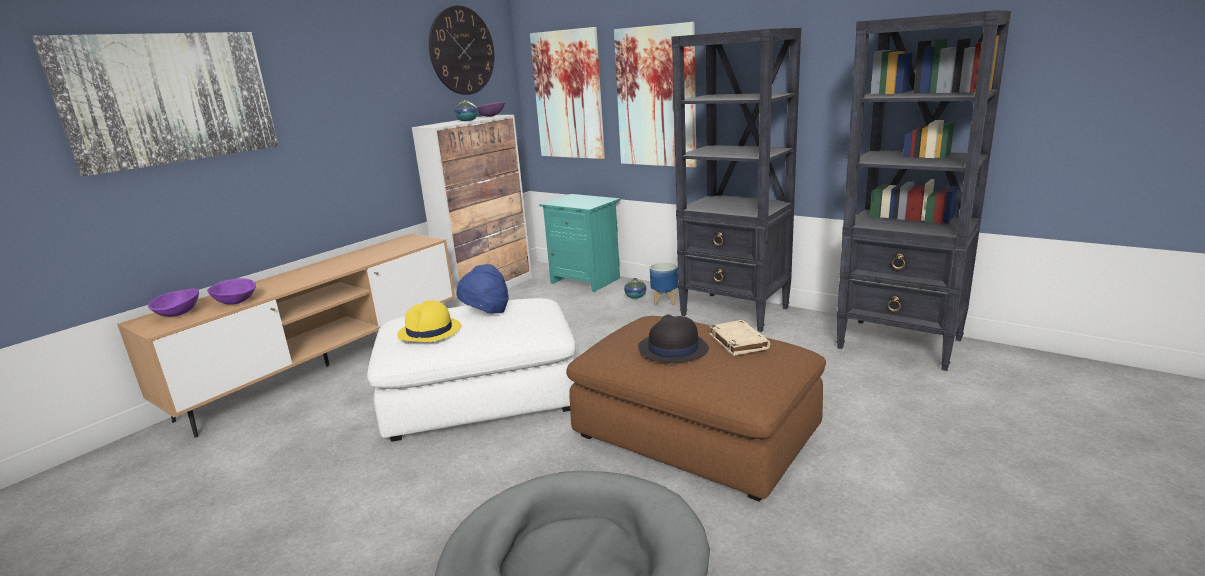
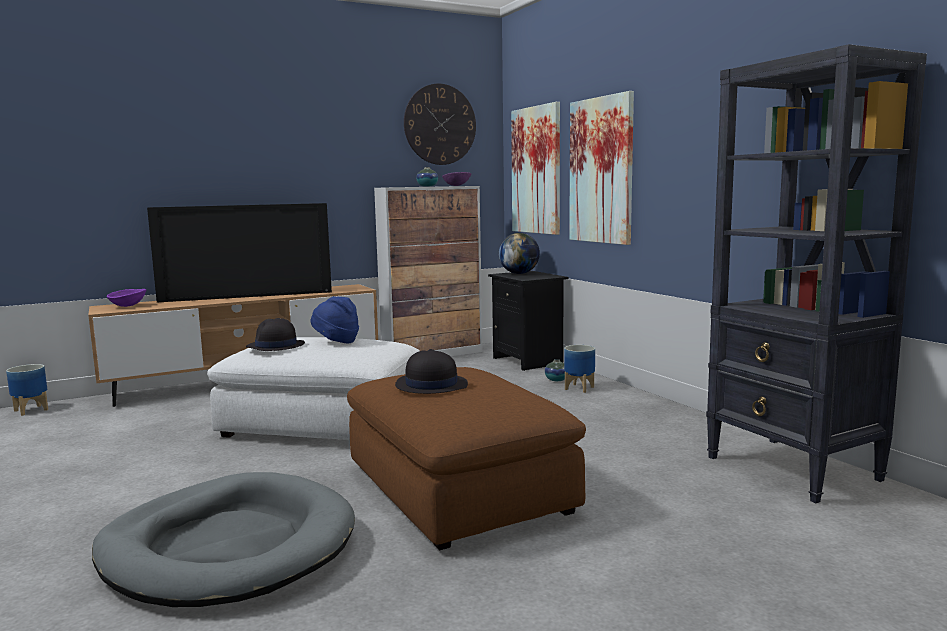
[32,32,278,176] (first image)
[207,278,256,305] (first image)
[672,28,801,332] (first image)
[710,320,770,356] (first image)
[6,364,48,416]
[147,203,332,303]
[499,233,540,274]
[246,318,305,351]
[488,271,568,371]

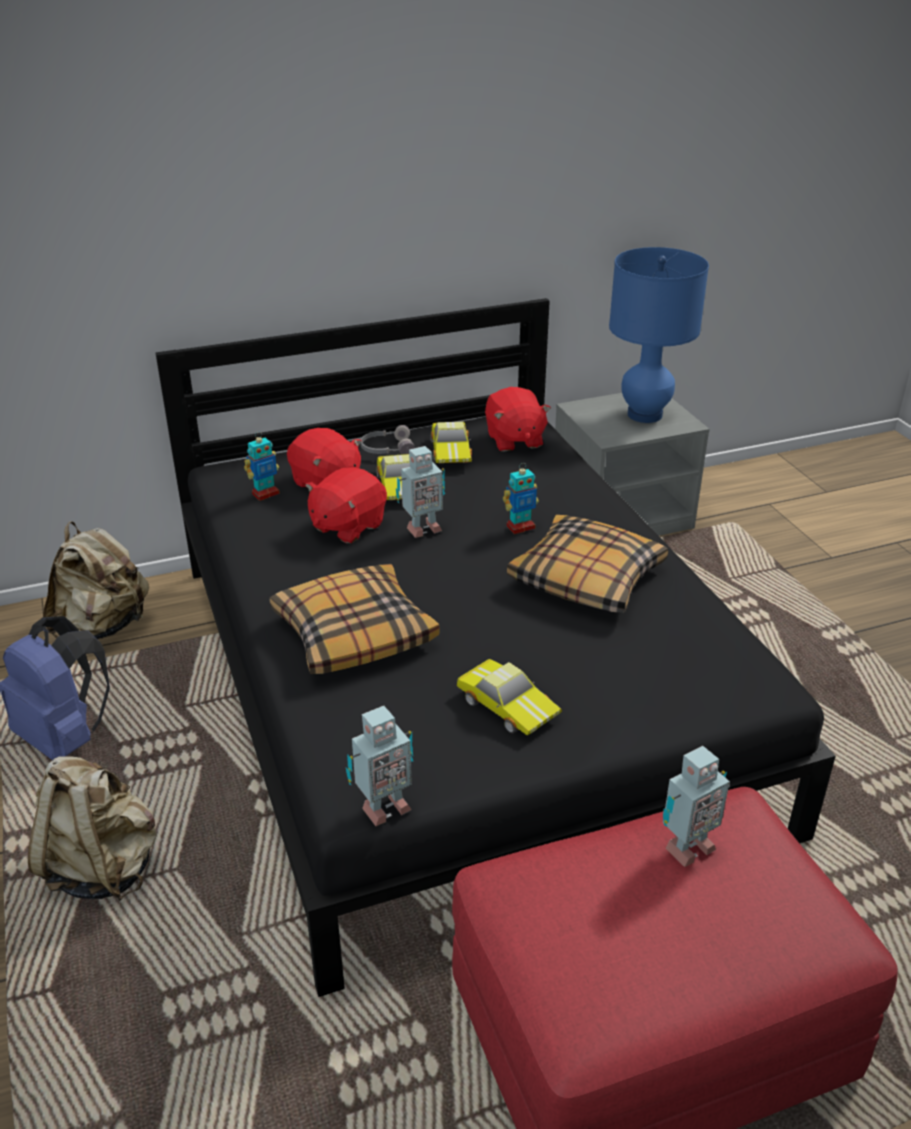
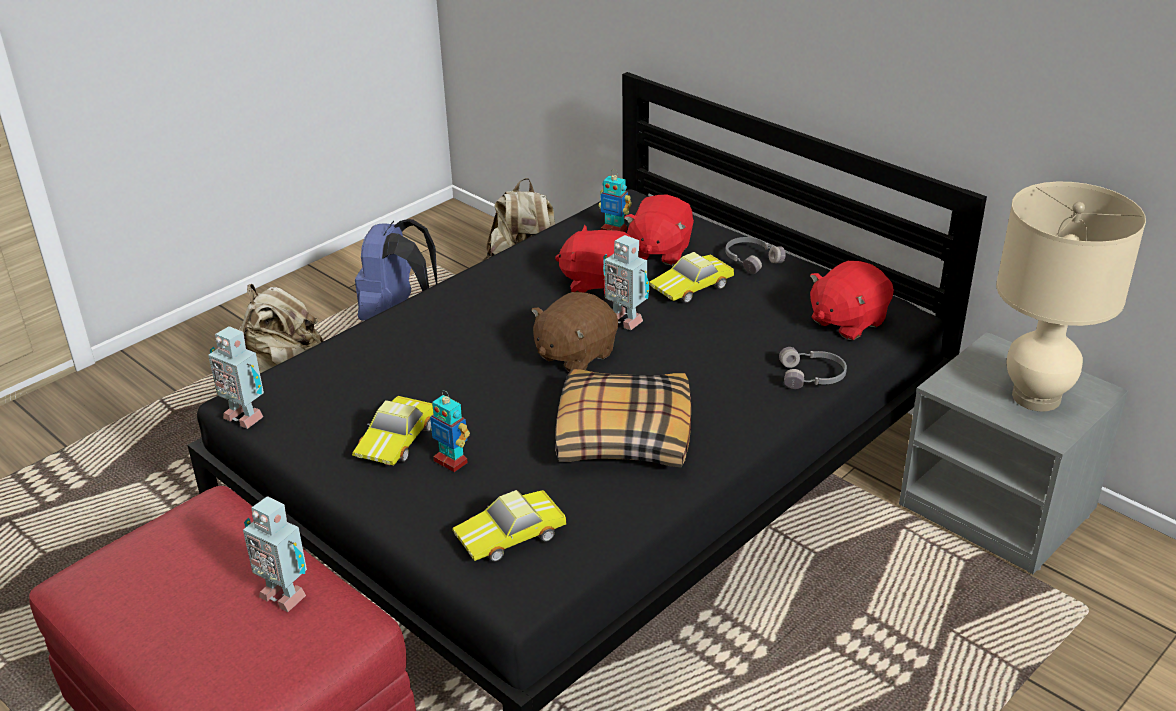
[270,564,440,674] (first image)
[531,292,618,372]
[779,347,847,389]
[452,490,566,562]
[430,390,470,472]
[996,182,1146,412]

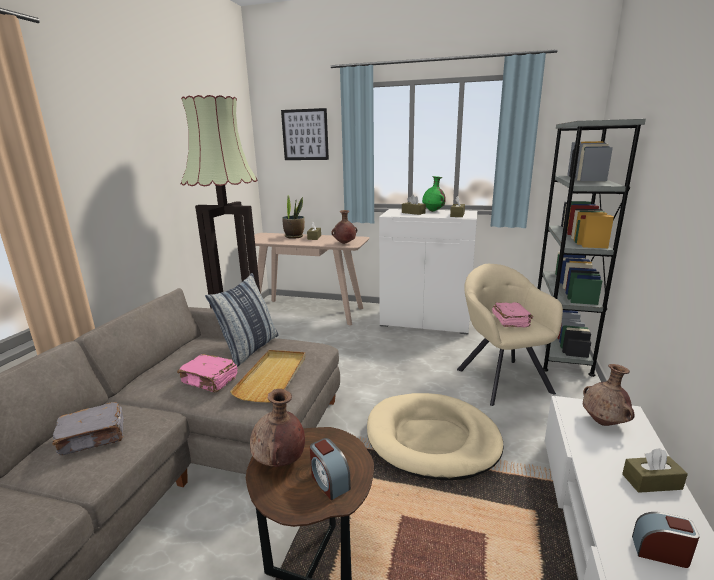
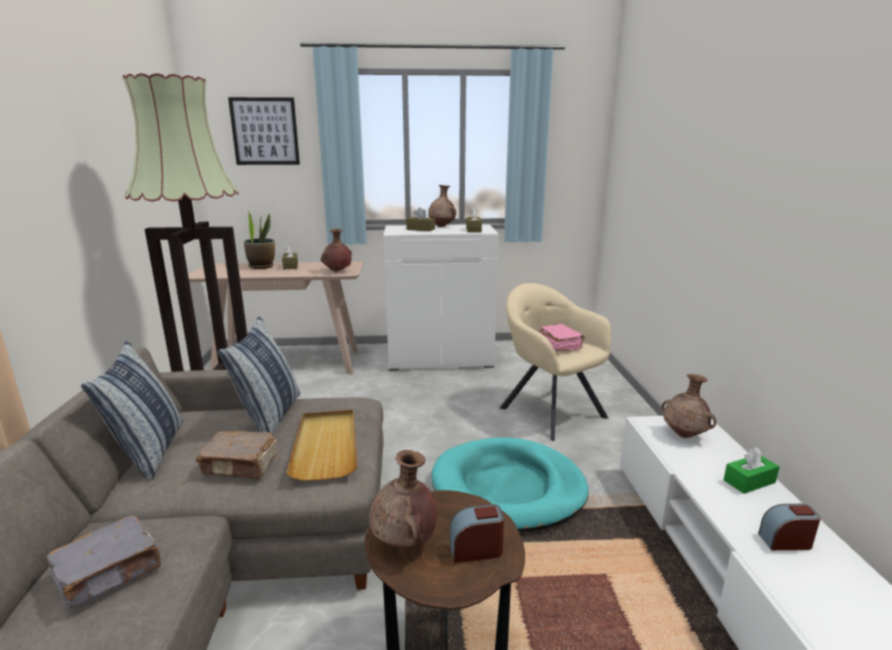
[538,119,646,377] (first image)
[81,341,183,481]
[196,431,277,479]
[432,437,589,532]
[428,185,456,227]
[724,447,780,494]
[450,504,504,563]

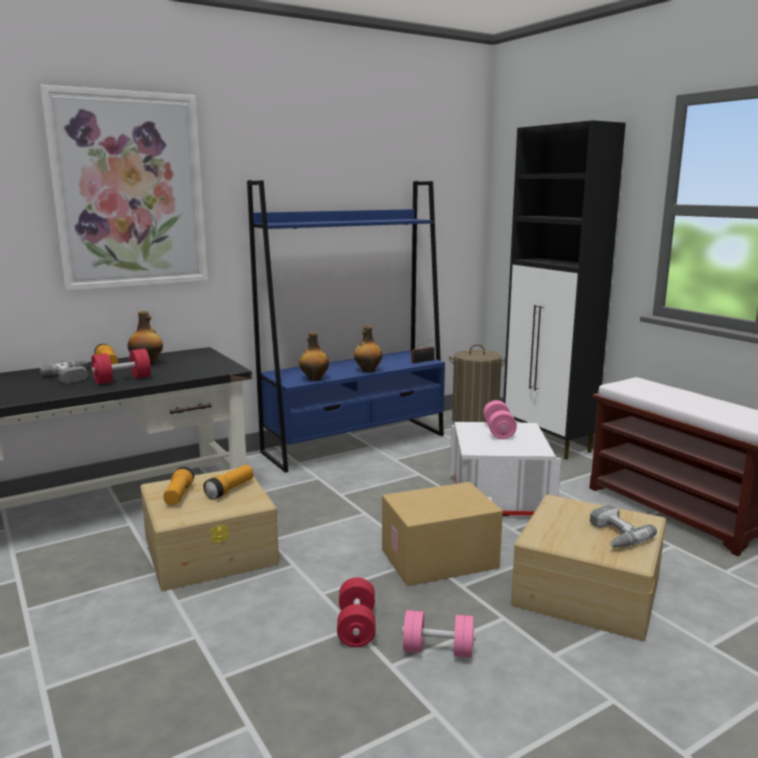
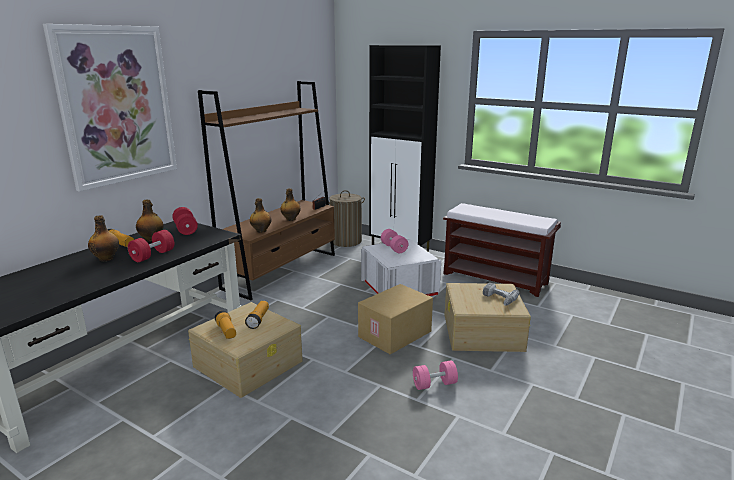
[172,207,198,235]
[88,215,119,262]
[198,81,335,300]

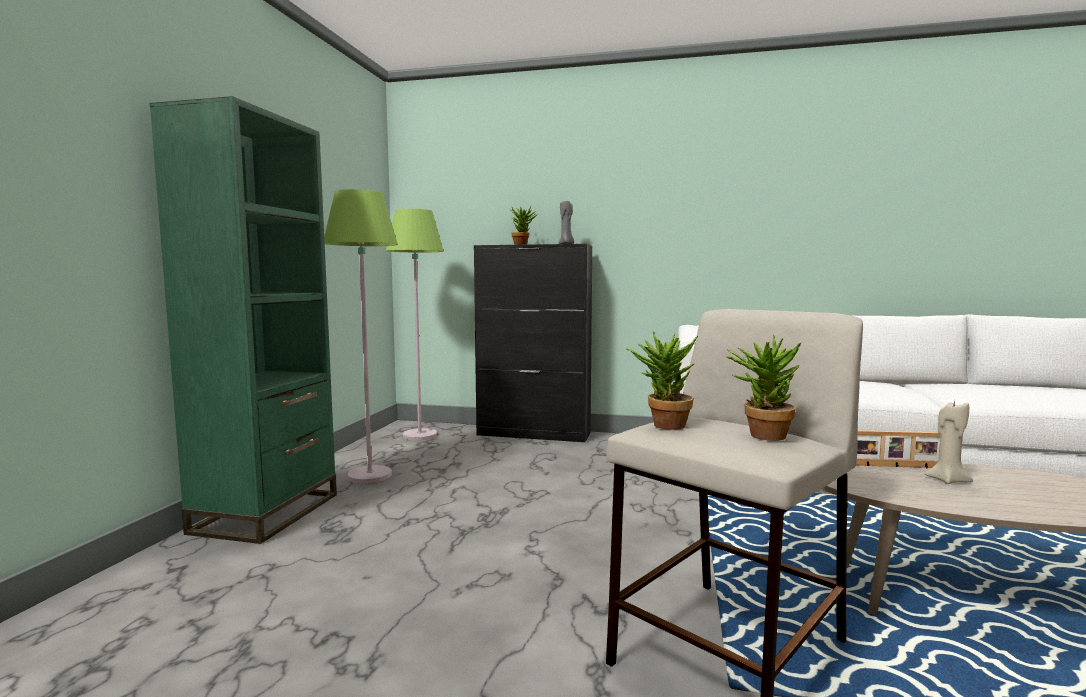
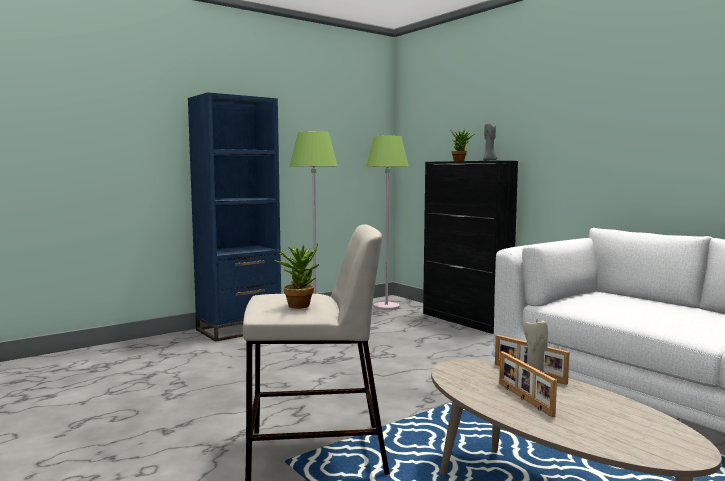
[627,331,699,430] (first image)
[499,351,557,417]
[188,92,281,342]

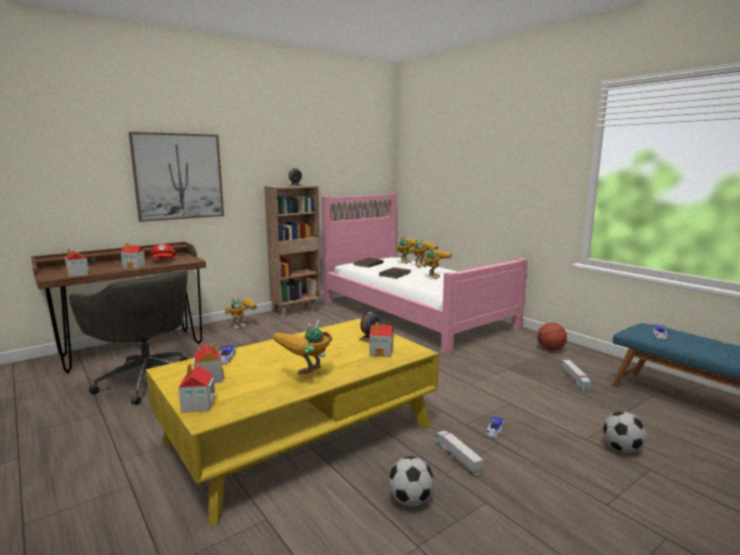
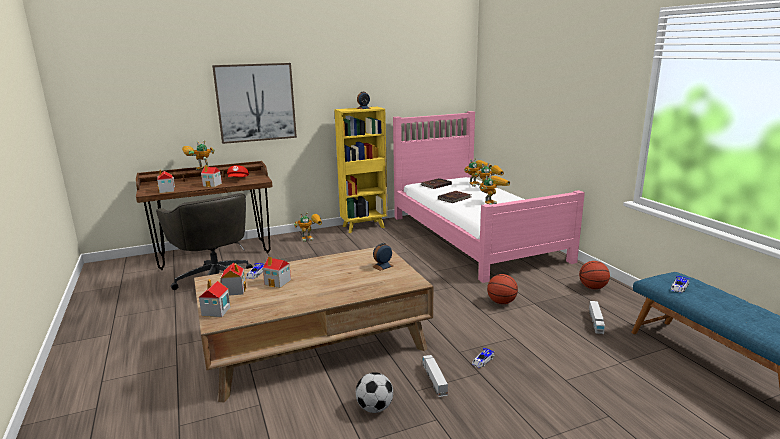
[603,412,647,453] (first image)
[487,274,518,304]
[182,140,215,170]
[263,256,291,288]
[194,247,433,403]
[334,107,388,233]

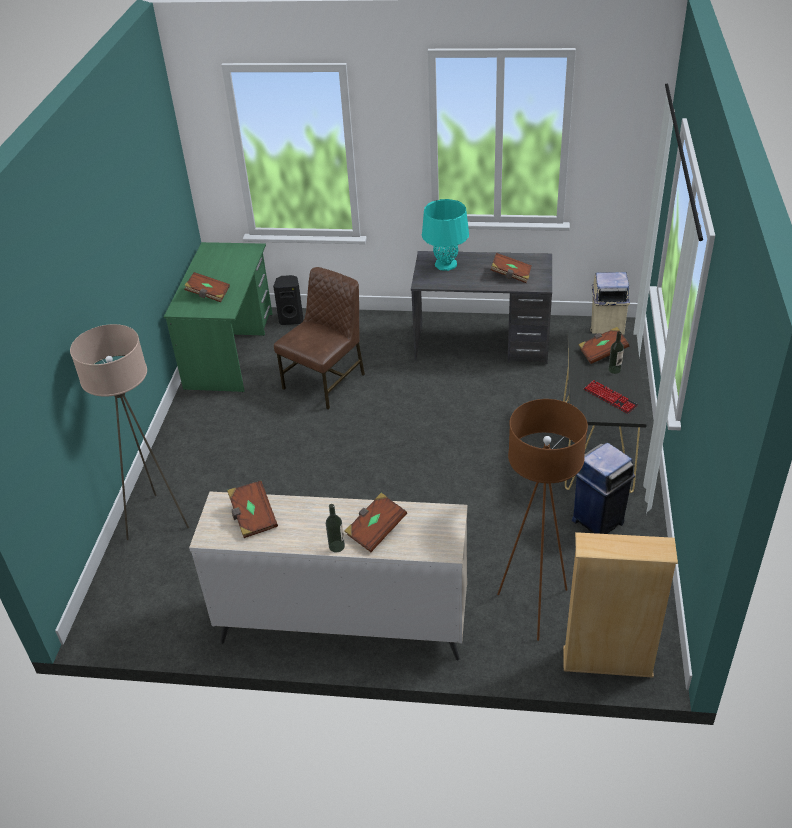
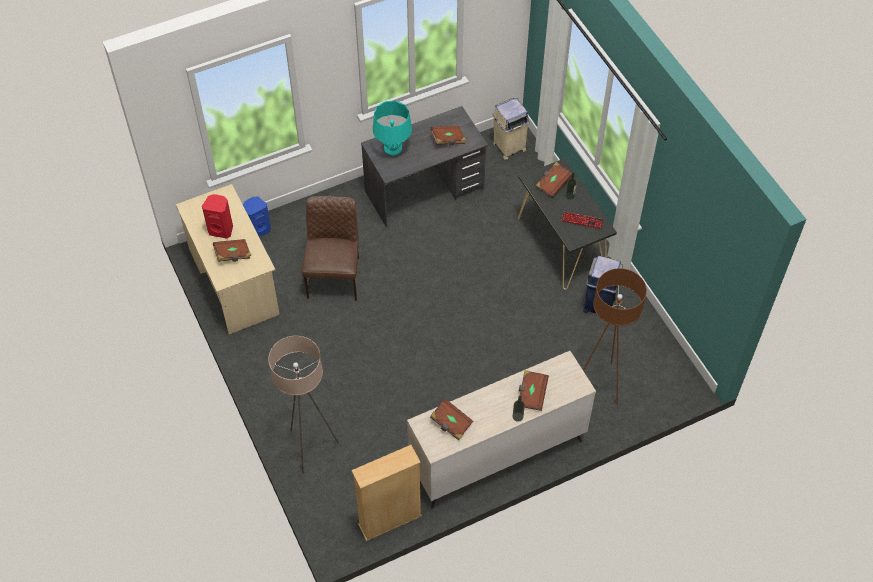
[202,194,233,239]
[351,445,422,541]
[176,184,280,334]
[243,197,271,237]

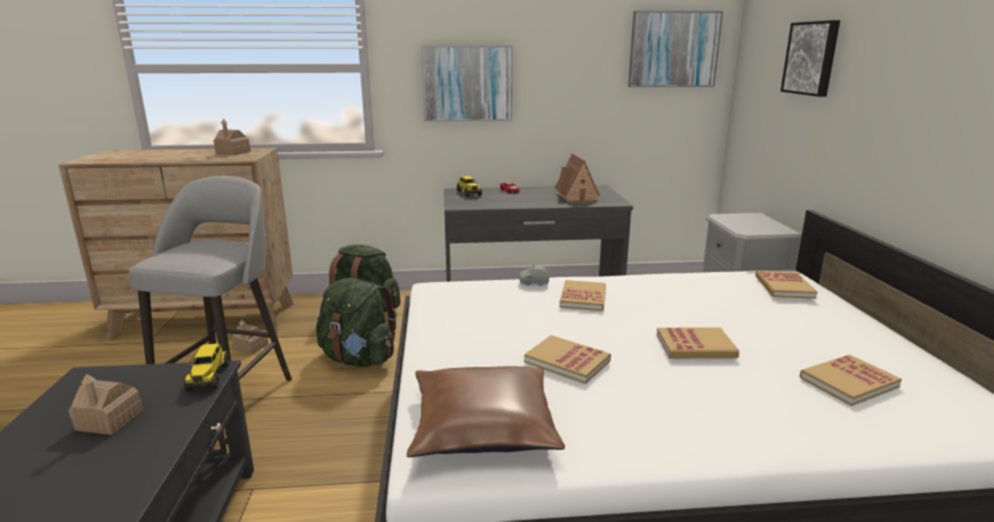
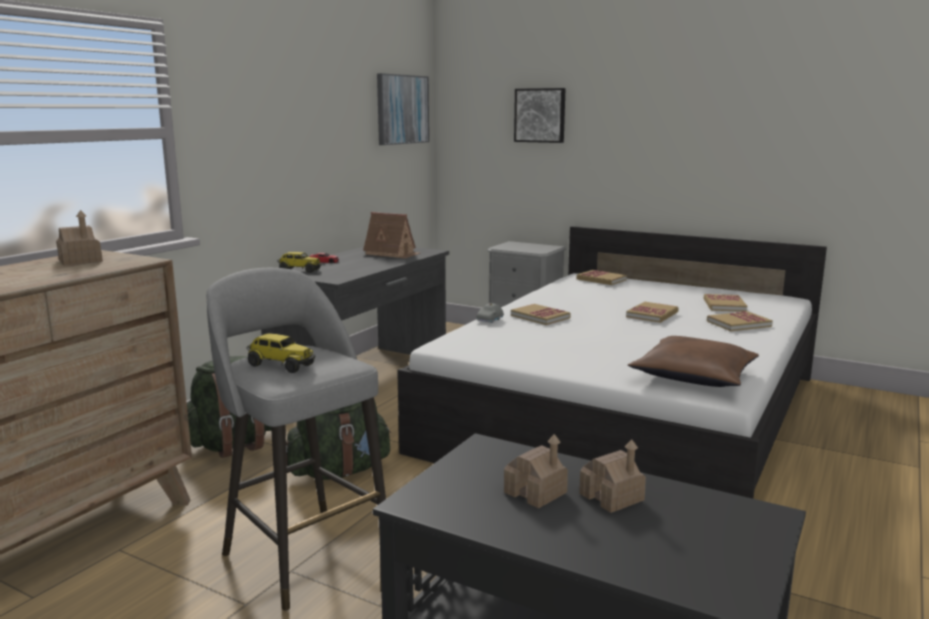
[421,46,513,122] (first image)
[247,333,315,373]
[579,439,646,513]
[707,311,773,331]

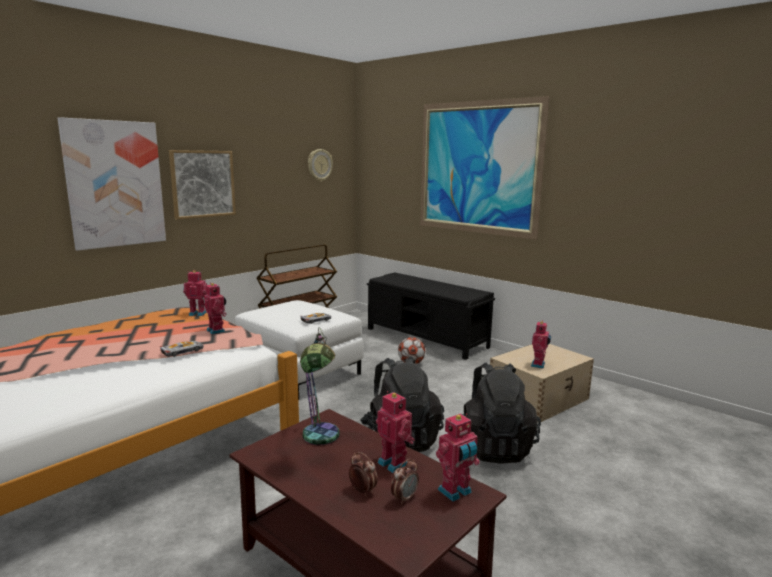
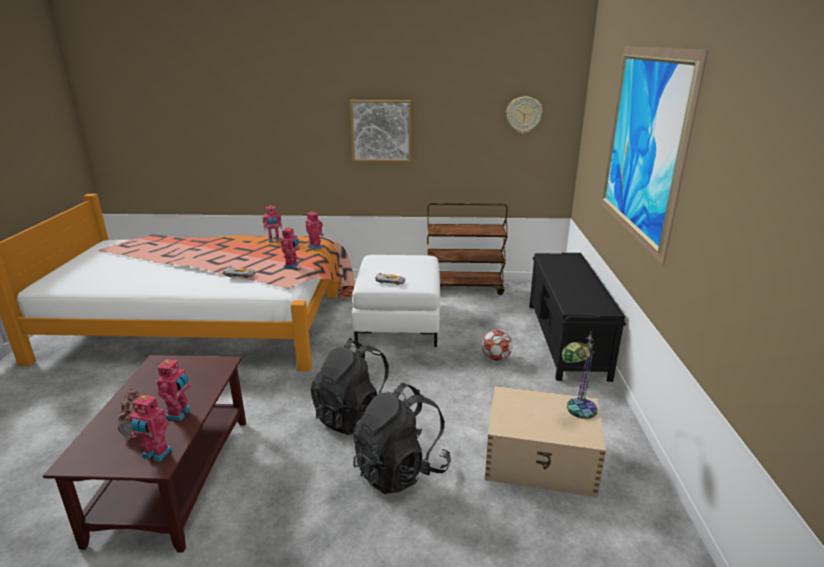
[58,117,166,251] (first image)
[562,333,598,419]
[262,205,282,242]

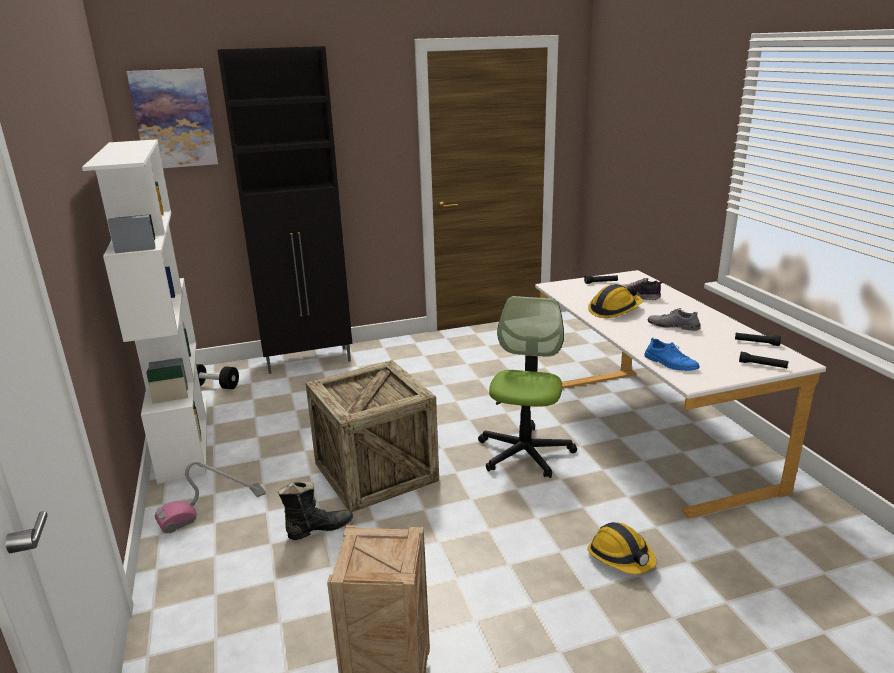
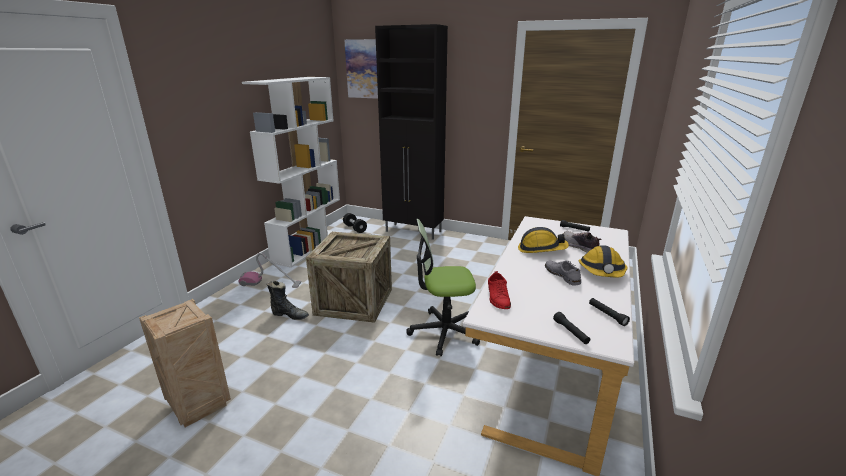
[578,245,628,278]
[488,271,511,309]
[406,219,480,357]

